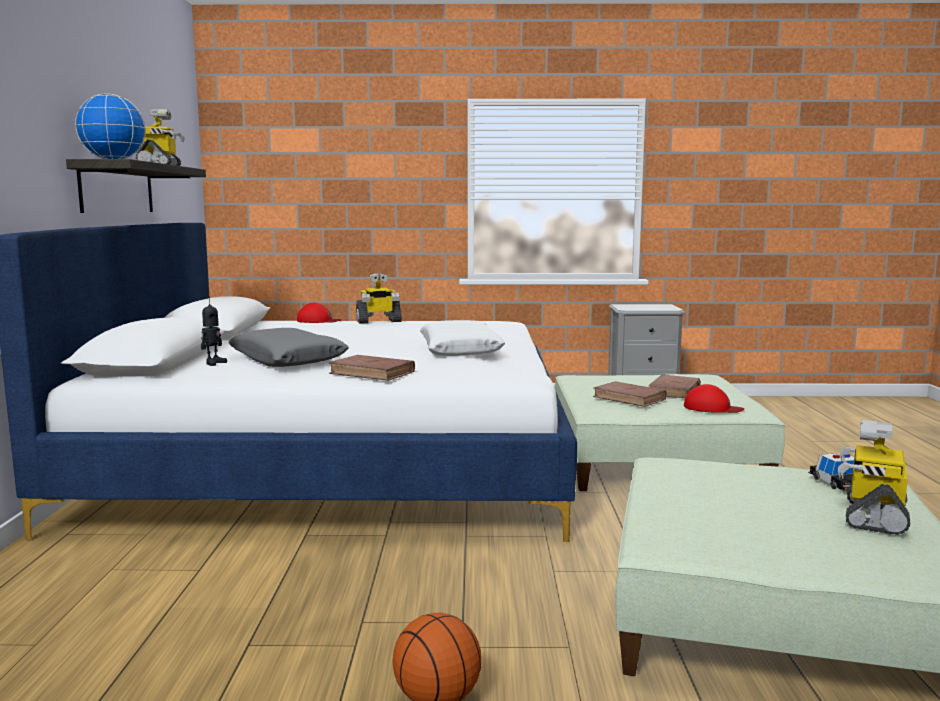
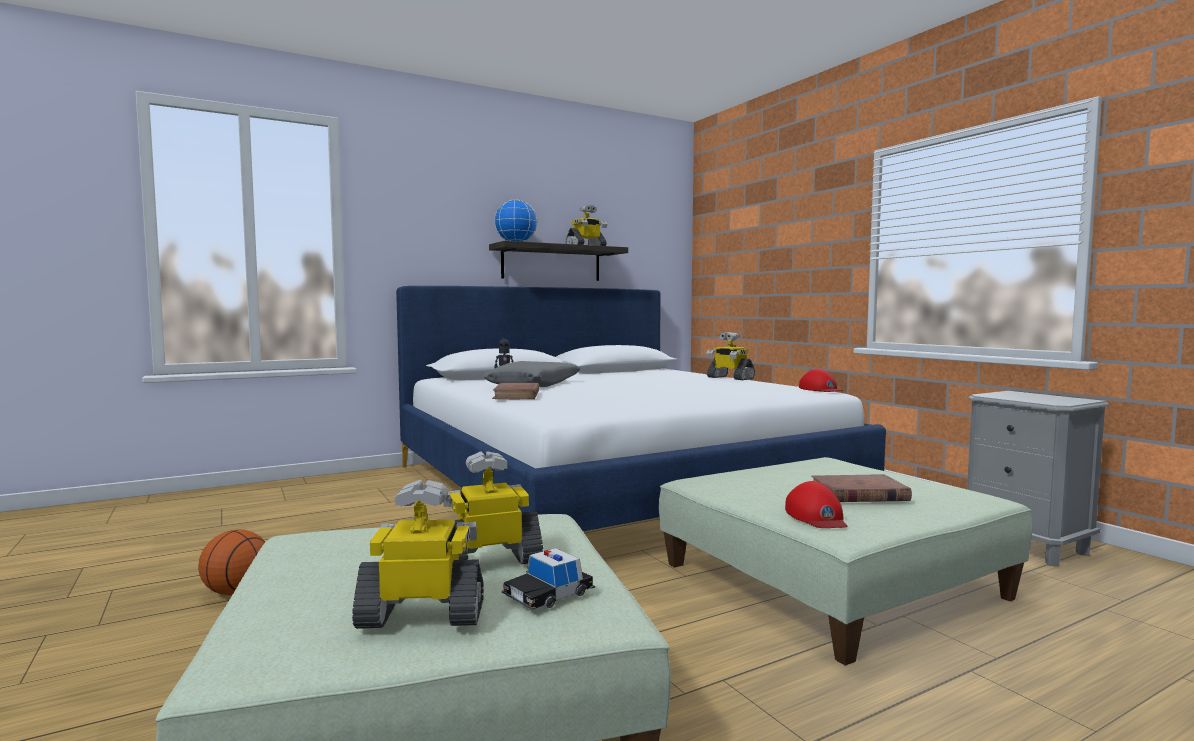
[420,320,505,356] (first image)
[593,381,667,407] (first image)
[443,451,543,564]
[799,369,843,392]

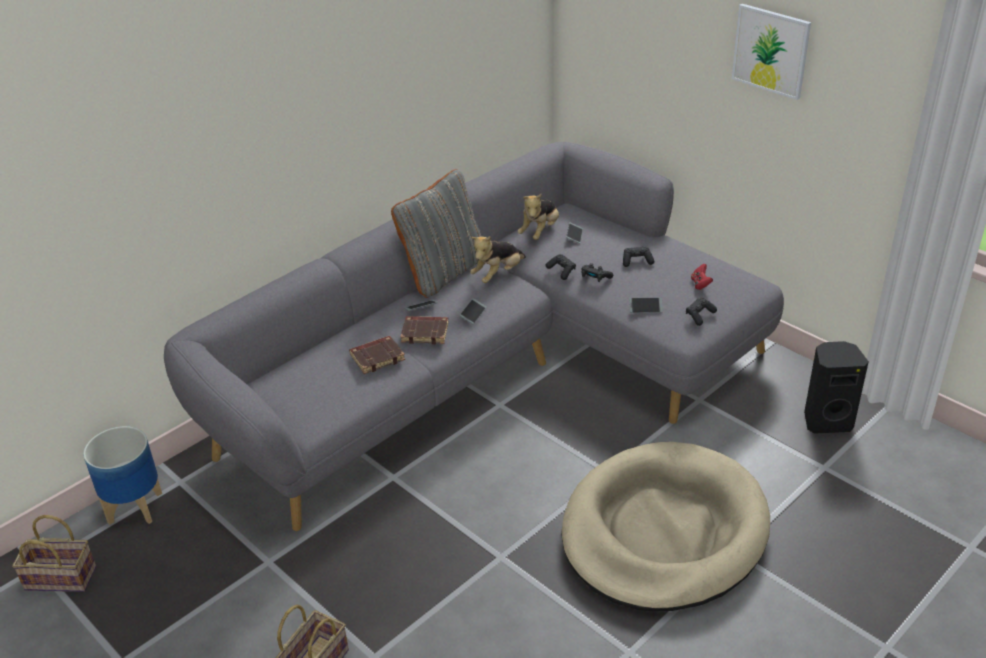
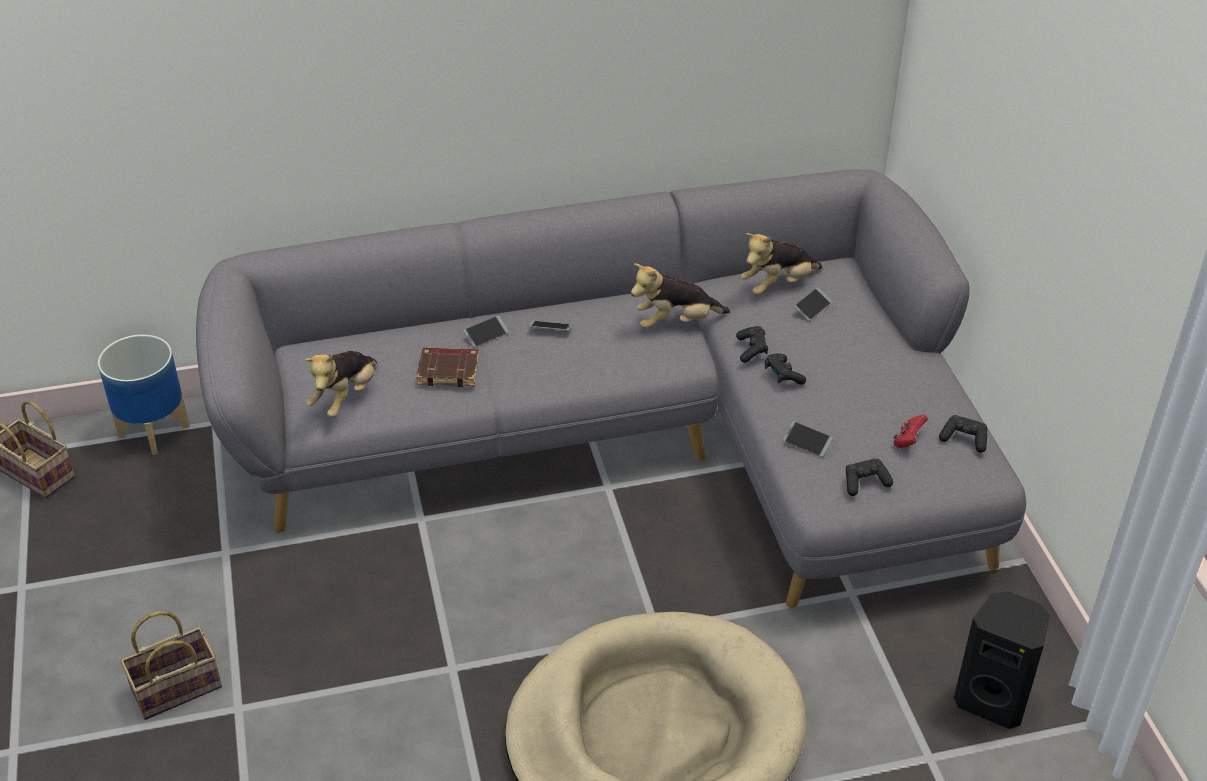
[391,169,482,298] (first image)
[401,316,448,344] (first image)
[732,4,811,100] (first image)
[305,351,377,417]
[463,316,509,348]
[939,415,987,453]

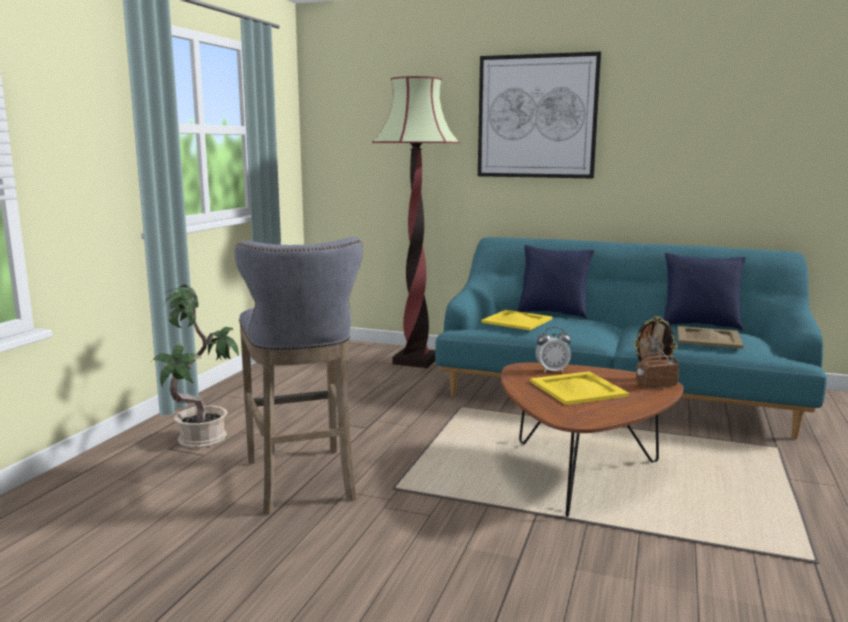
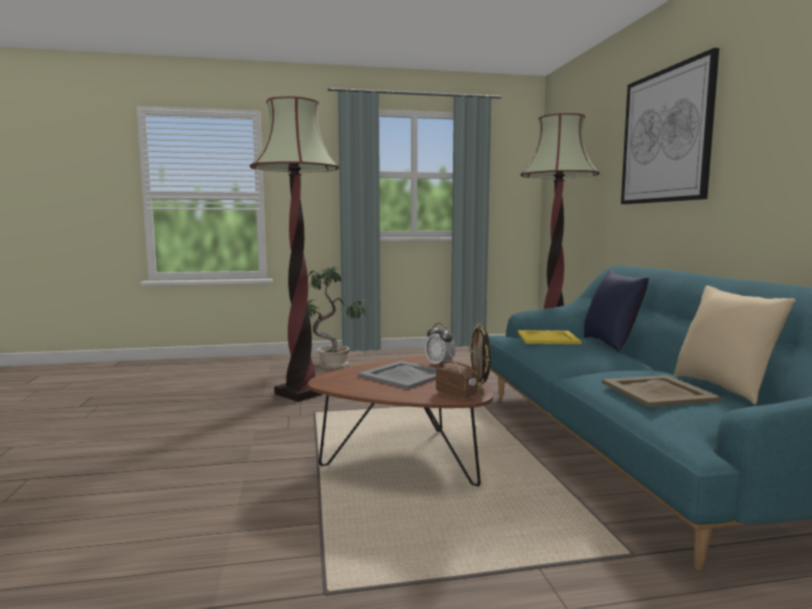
[250,96,339,402]
[358,361,438,389]
[674,286,796,405]

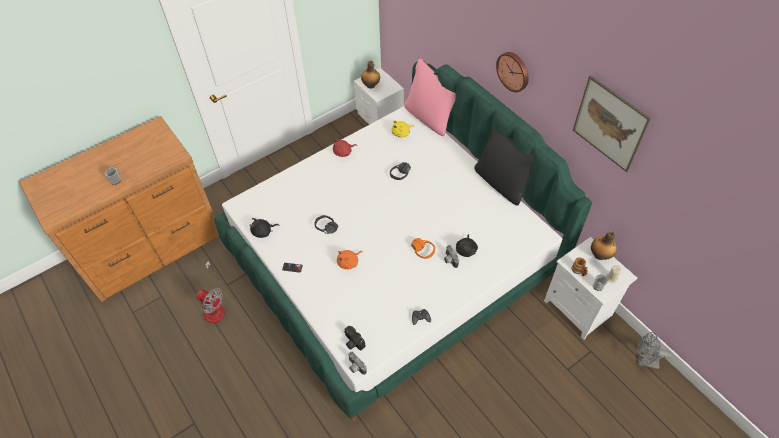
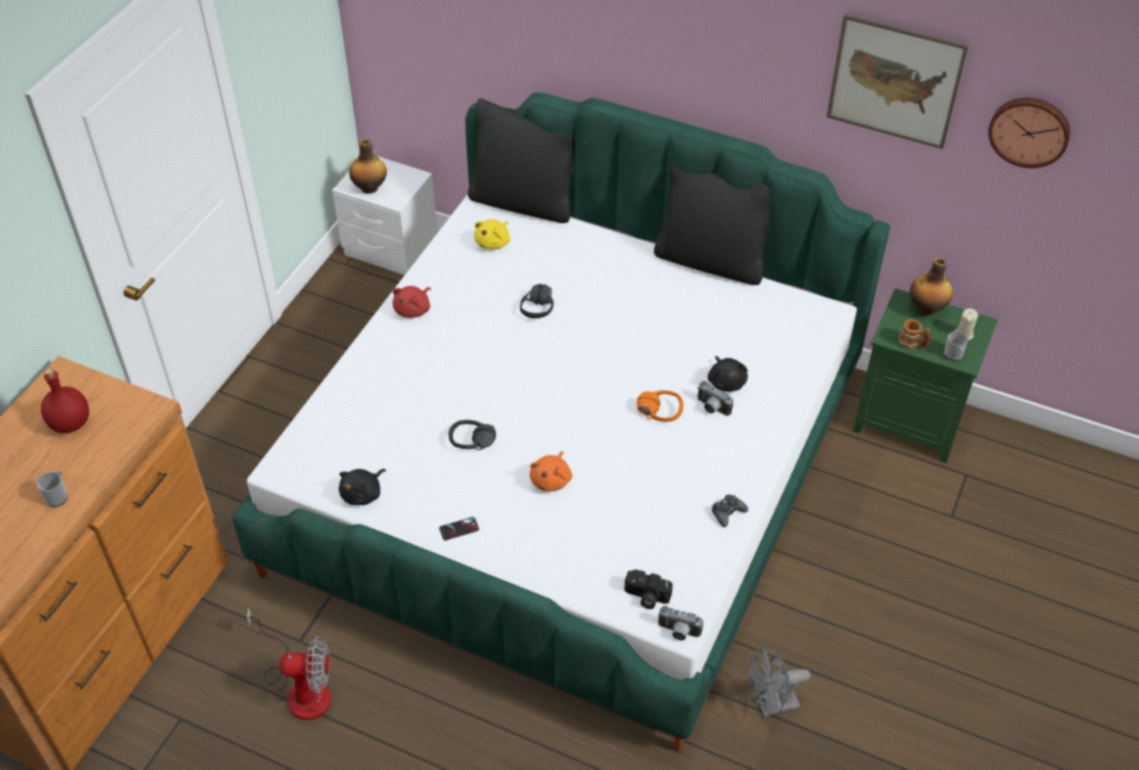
[41,368,89,433]
[988,98,1070,168]
[749,647,810,717]
[468,99,575,223]
[853,288,998,463]

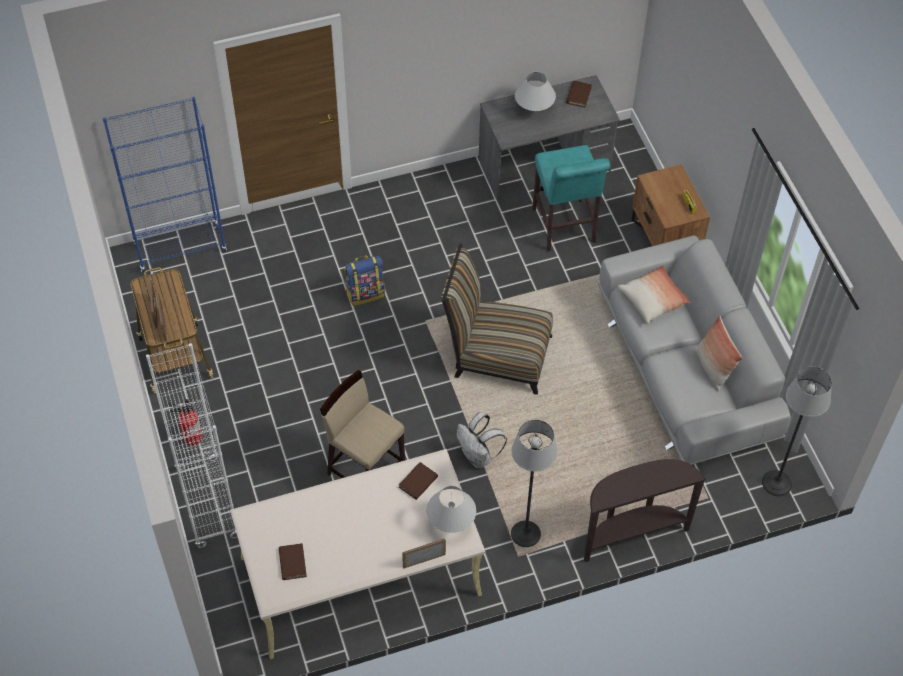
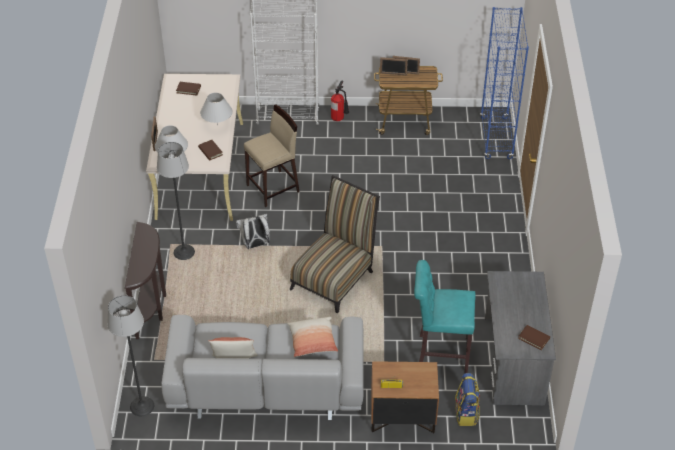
[455,373,480,426]
[200,93,233,126]

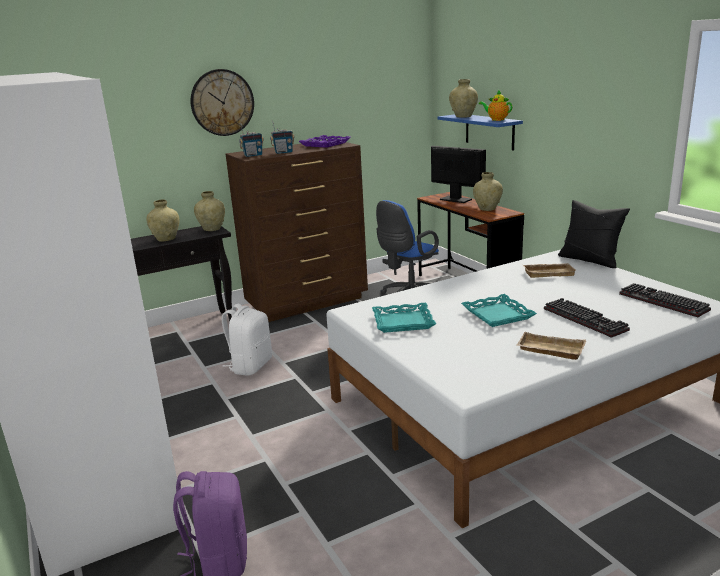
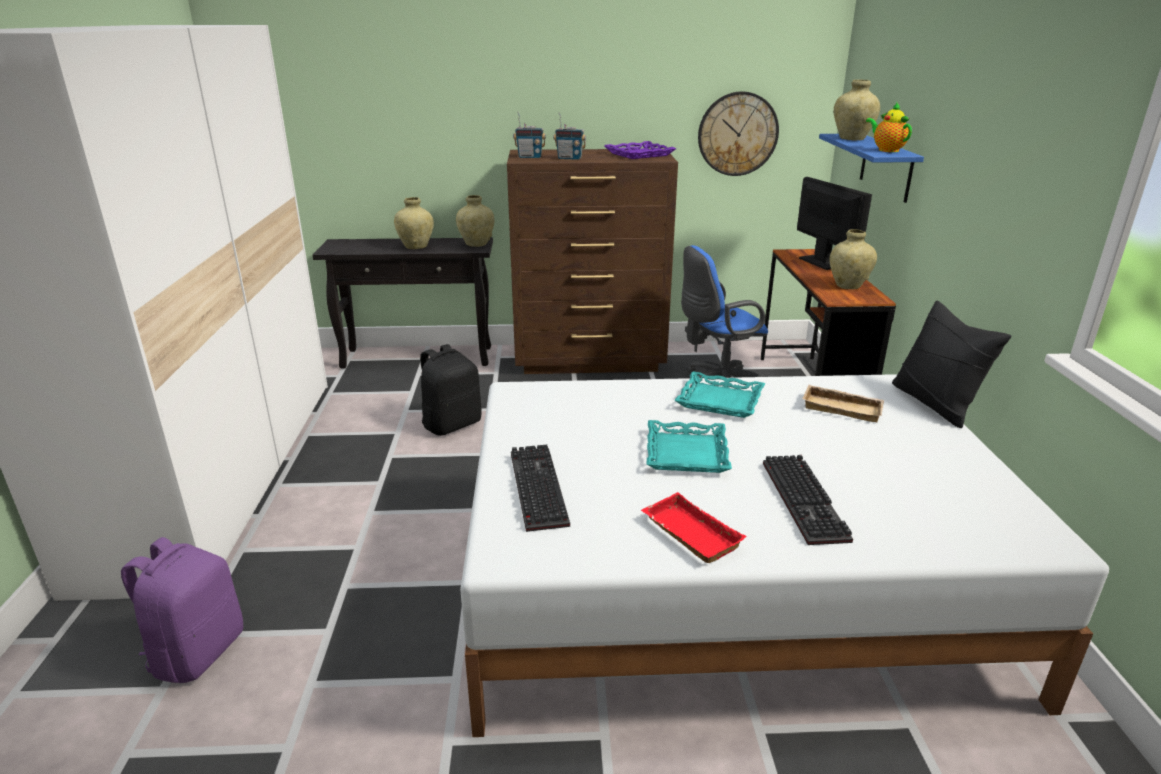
[698,91,779,176]
[674,371,765,418]
[511,445,570,532]
[420,344,482,436]
[641,492,747,563]

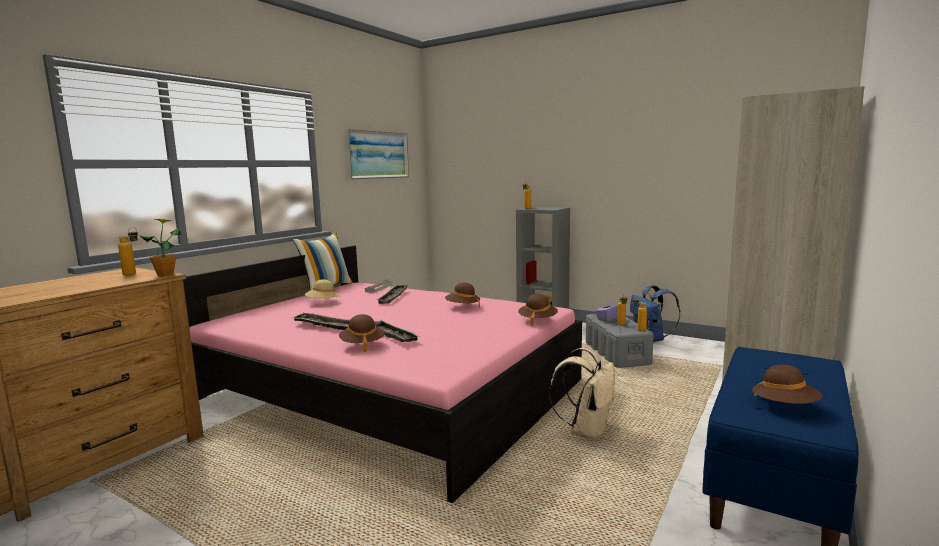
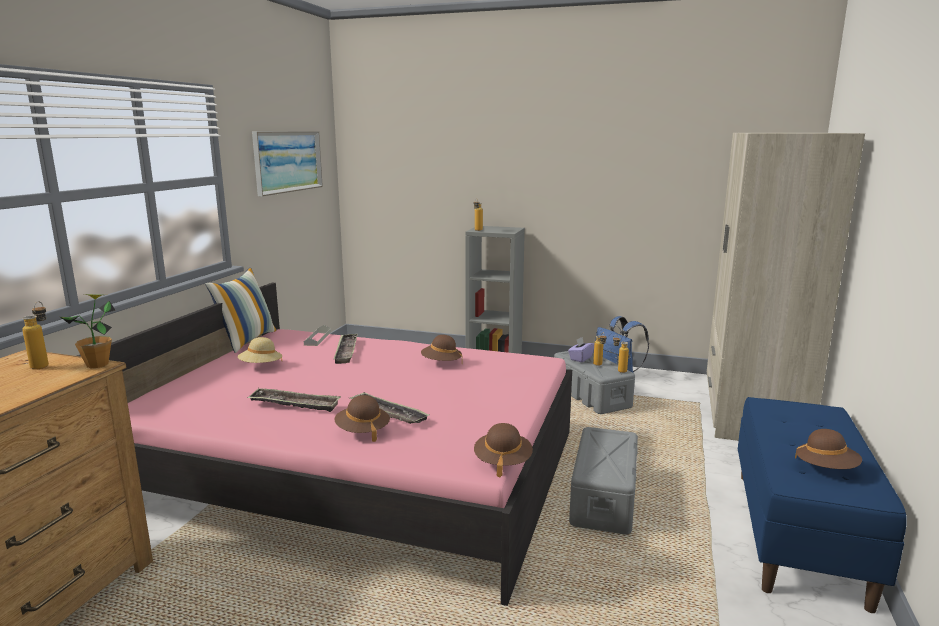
[474,423,533,478]
[569,427,638,535]

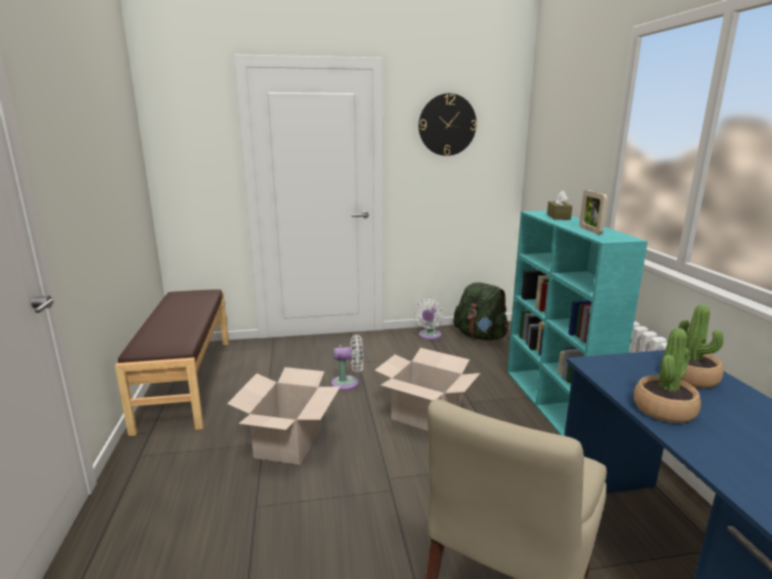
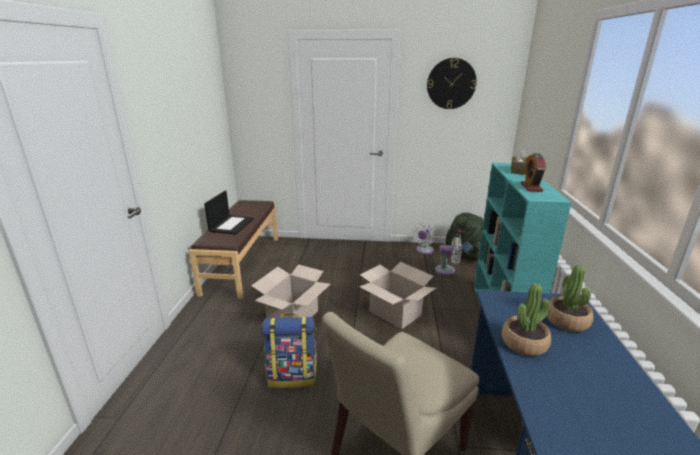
[204,190,254,234]
[262,313,317,388]
[435,237,462,275]
[521,153,546,192]

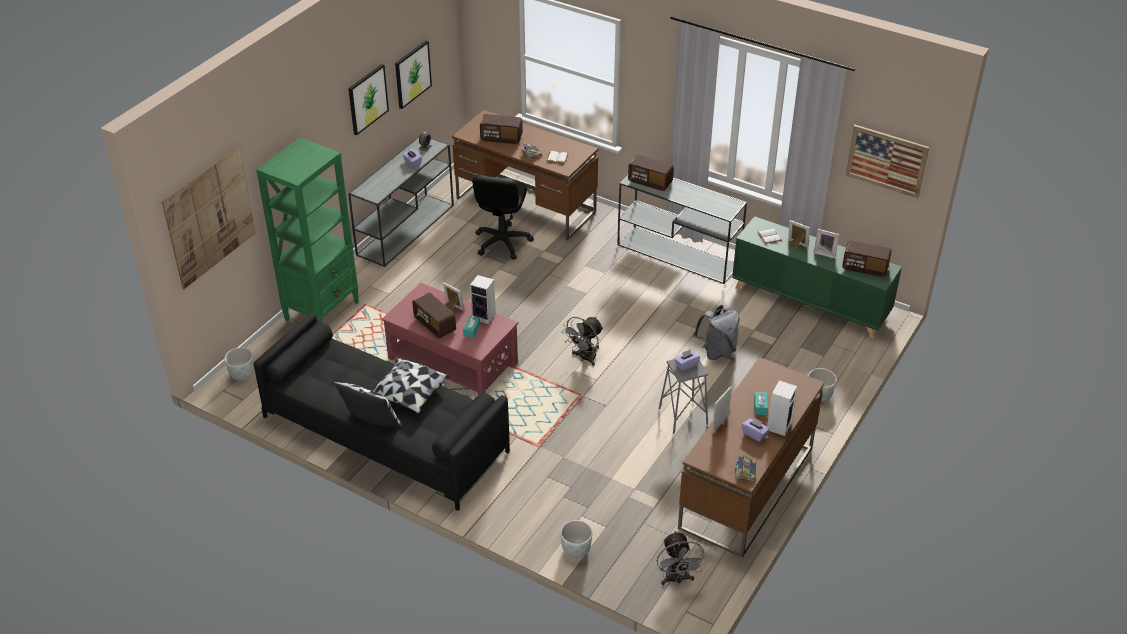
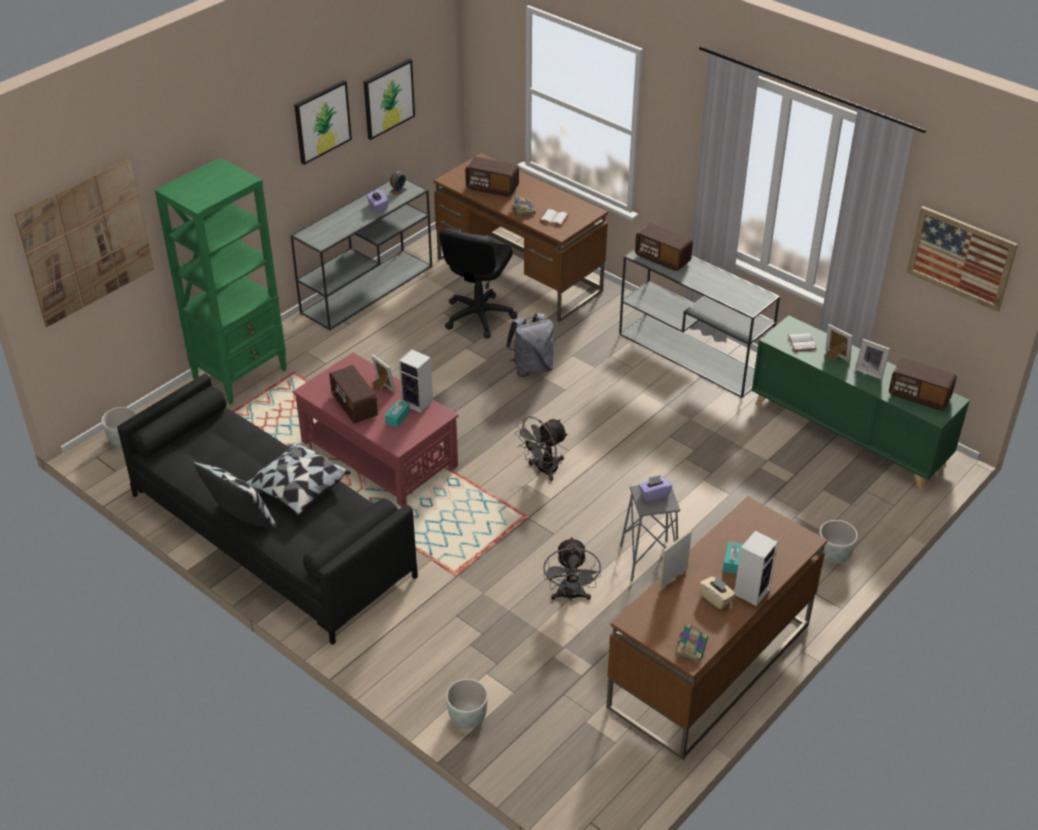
[543,537,601,602]
[506,313,554,377]
[699,576,736,609]

